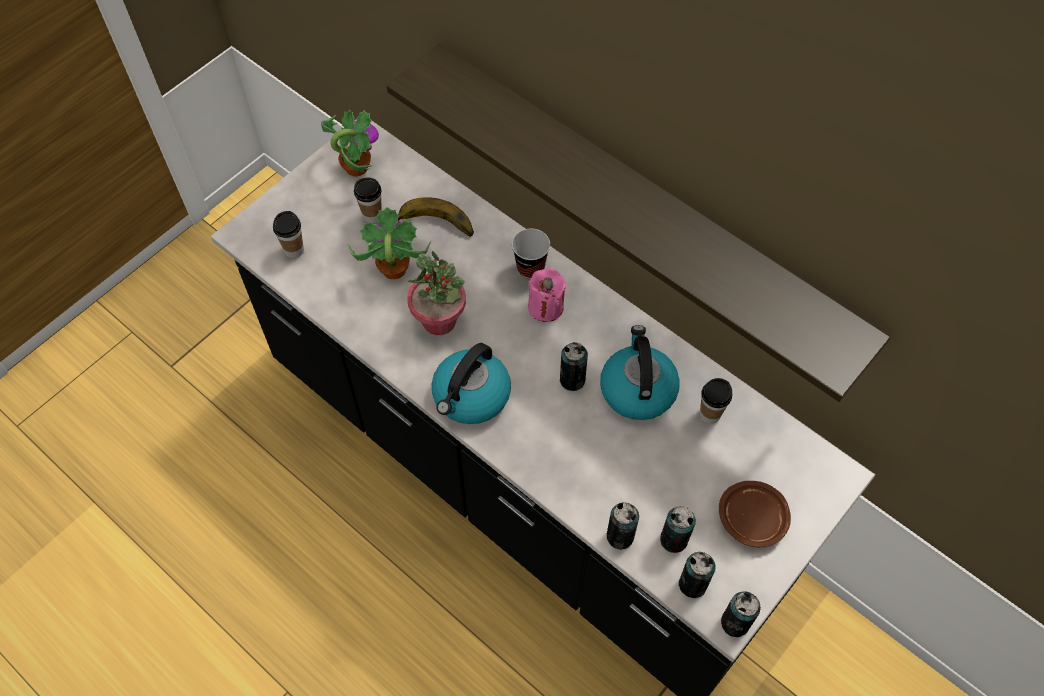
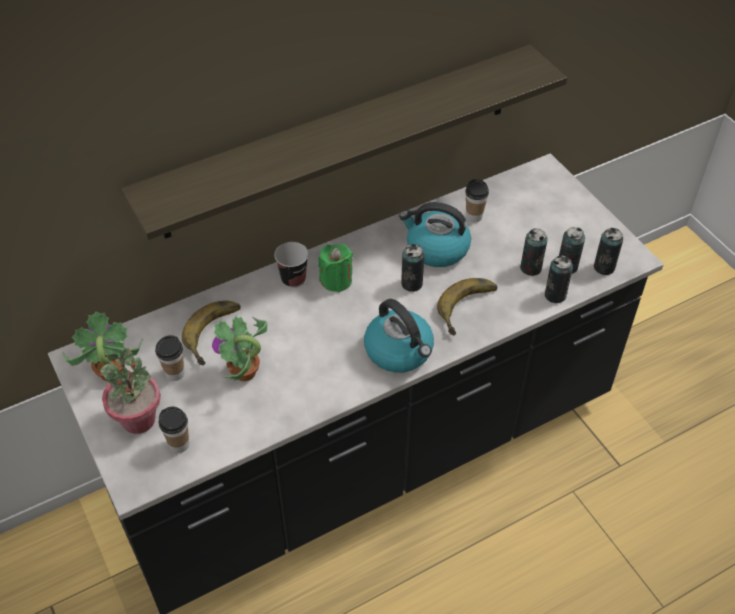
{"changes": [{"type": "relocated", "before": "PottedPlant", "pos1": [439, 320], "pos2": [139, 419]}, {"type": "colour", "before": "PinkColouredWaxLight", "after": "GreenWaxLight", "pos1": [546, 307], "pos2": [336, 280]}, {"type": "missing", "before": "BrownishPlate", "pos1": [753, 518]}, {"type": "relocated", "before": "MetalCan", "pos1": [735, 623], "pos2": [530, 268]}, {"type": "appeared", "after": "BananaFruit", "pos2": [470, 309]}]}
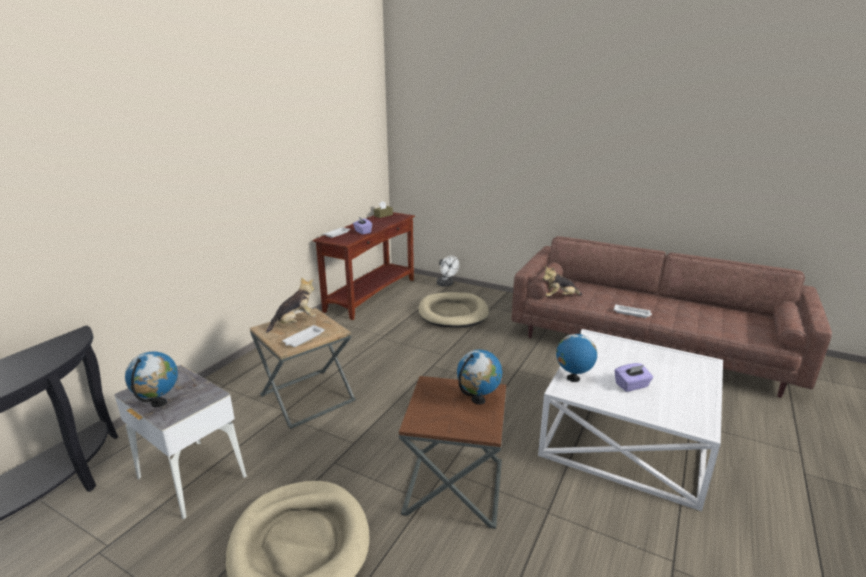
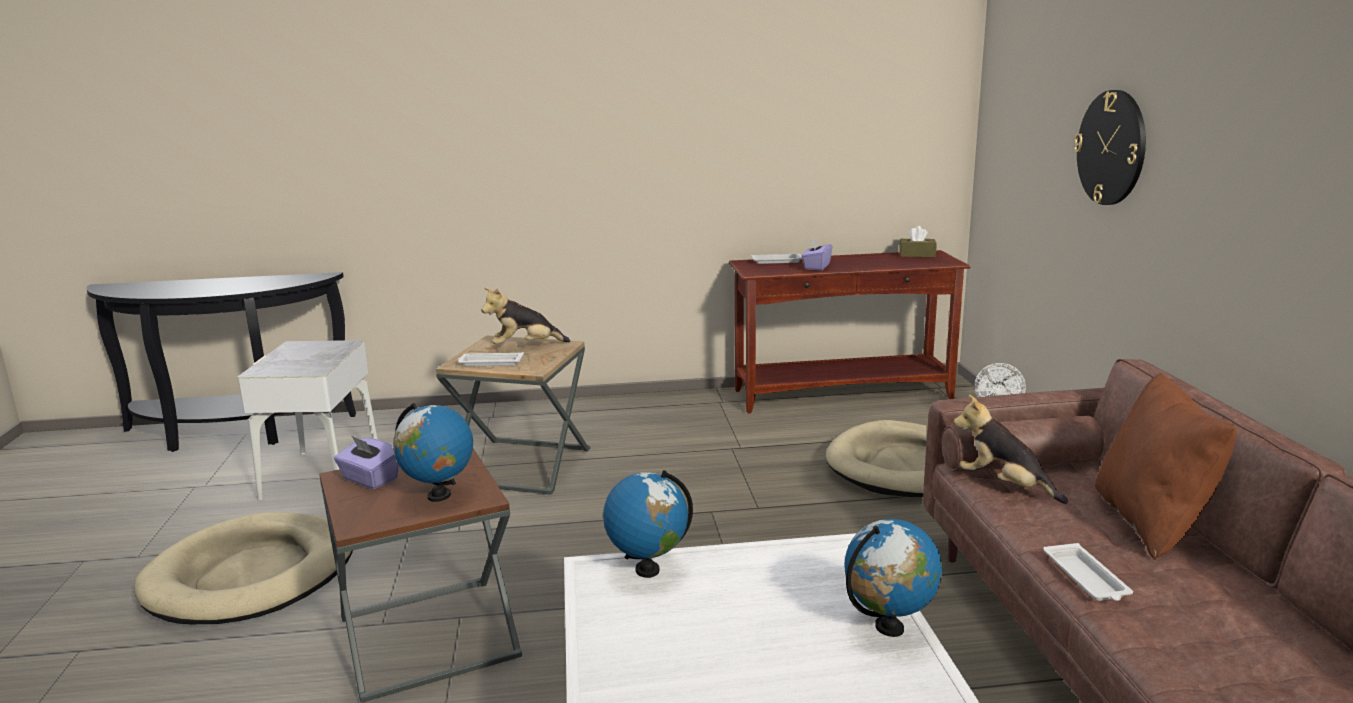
{"changes": [{"type": "spun", "before": "SoftToy", "pos1": [295, 323], "pos2": [525, 347], "turn": 150}, {"type": "relocated", "before": "DeskGlobe", "pos1": [159, 403], "pos2": [889, 628]}, {"type": "relocated", "before": "PurpleBoxOfTissues", "pos1": [631, 385], "pos2": [369, 479]}, {"type": "appeared", "after": "ClockOnTheWall", "pos2": [1111, 148]}, {"type": "appeared", "after": "BrownishCushion", "pos2": [1152, 523]}]}
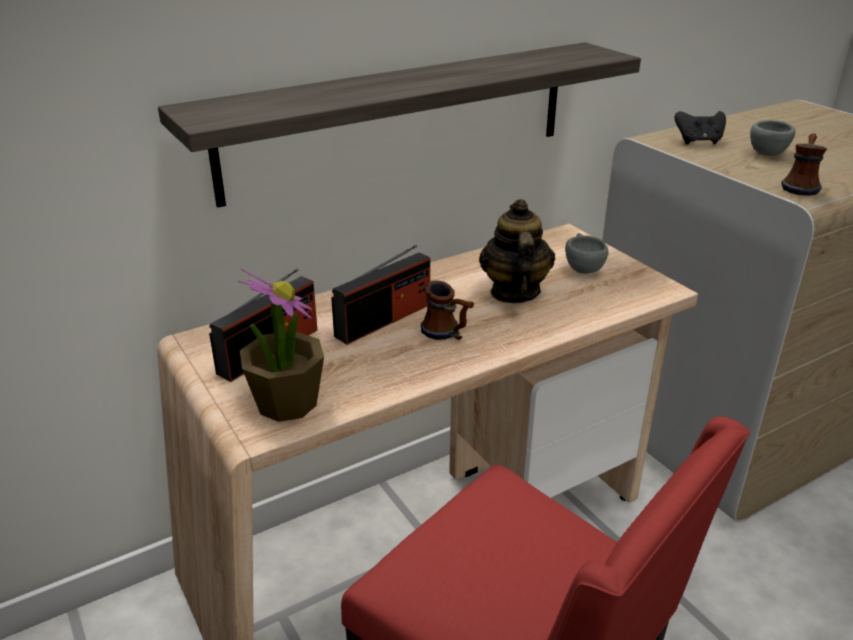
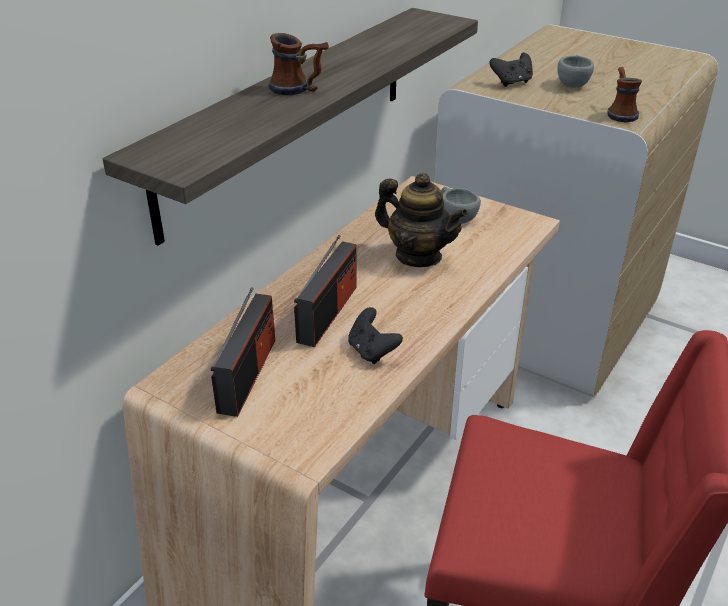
{"changes": [{"type": "spun", "before": "PotForTea", "pos1": [514, 292], "pos2": [418, 256], "turn": 150}, {"type": "missing", "before": "PottedPlant", "pos1": [286, 403]}, {"type": "relocated", "before": "Mug", "pos1": [447, 334], "pos2": [299, 89]}, {"type": "appeared", "after": "BlackColouredGamepad", "pos2": [372, 351]}]}
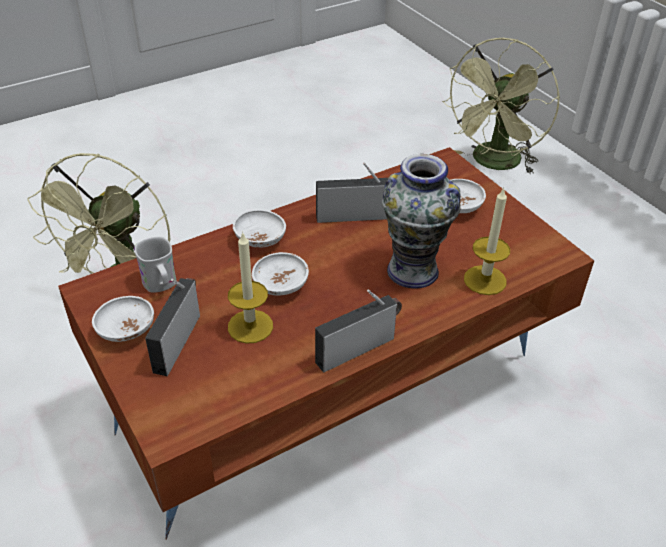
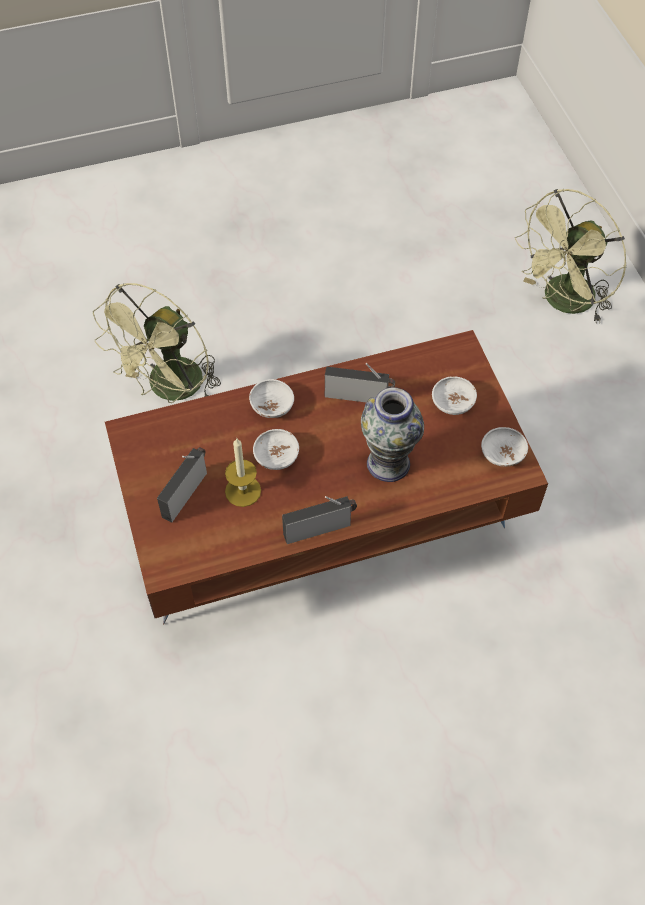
{"changes": [{"type": "missing", "before": "WaxLight", "pos1": [485, 280]}, {"type": "missing", "before": "WhiteColouredMug", "pos1": [161, 285]}, {"type": "relocated", "before": "WhiteColouredServingBowl", "pos1": [126, 331], "pos2": [502, 454]}]}
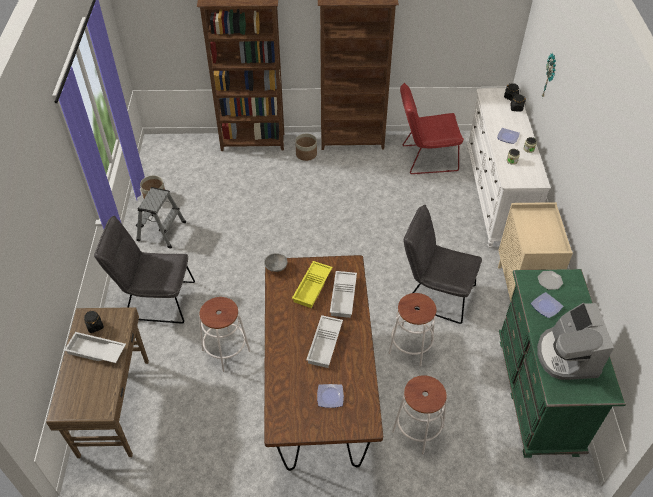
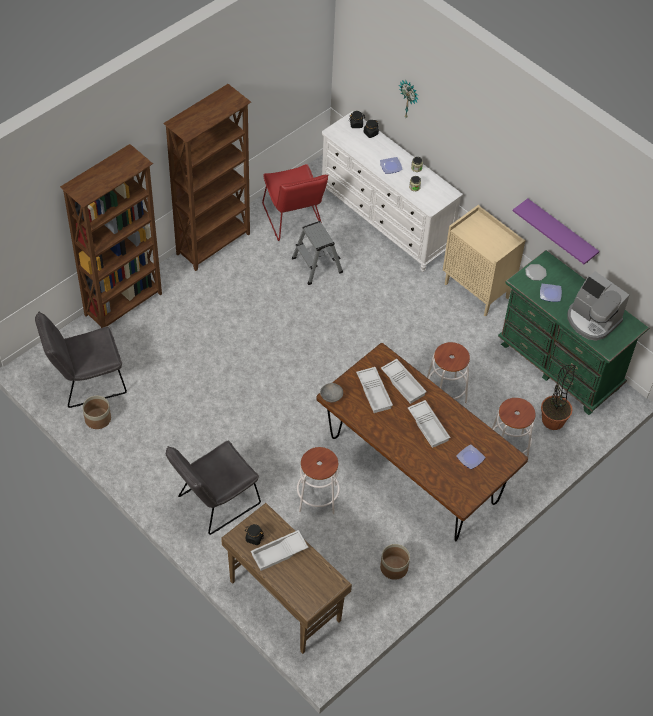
{"changes": [{"type": "spun", "before": "ReddishChair", "pos1": [425, 158], "pos2": [294, 221], "turn": -60}, {"type": "relocated", "before": "PlantPot", "pos1": [306, 154], "pos2": [394, 567]}, {"type": "relocated", "before": "GreyishStepStool", "pos1": [161, 231], "pos2": [317, 265]}, {"type": "relocated", "before": "GreyishChair", "pos1": [435, 294], "pos2": [85, 381]}, {"type": "colour", "before": "YellowishCarryingTray", "after": "WhiteColouredCarryingTray", "pos1": [313, 287], "pos2": [375, 392]}, {"type": "appeared", "after": "PurpleWallShelf", "pos2": [561, 232]}, {"type": "appeared", "after": "PottedPlant", "pos2": [553, 420]}]}
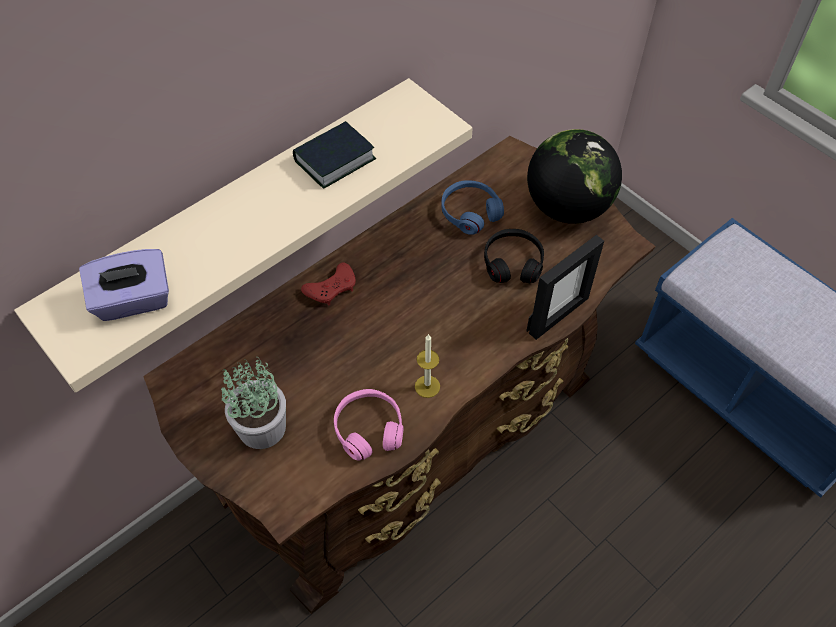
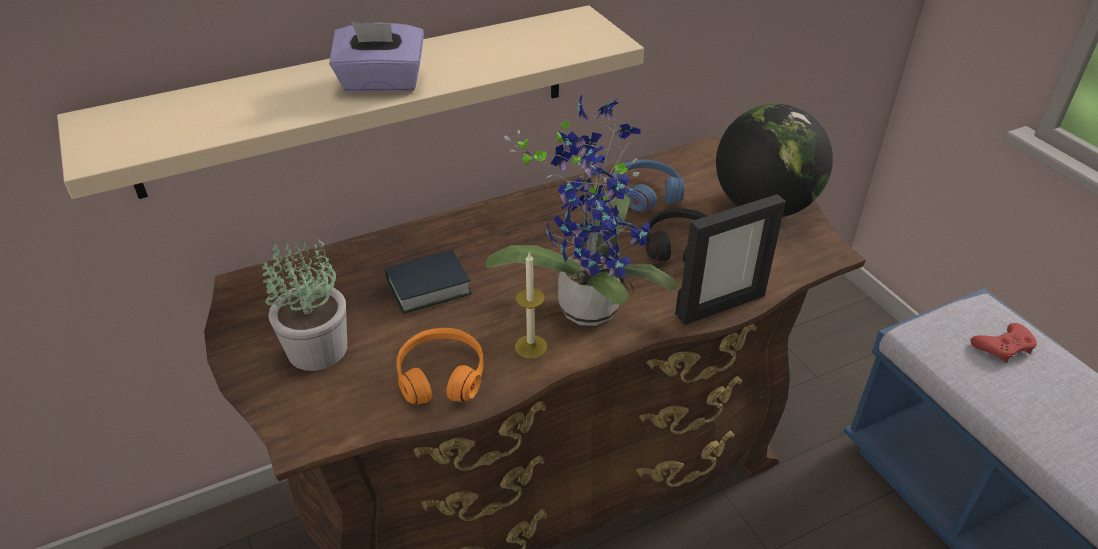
{"changes": [{"type": "relocated", "before": "BoundBook", "pos1": [334, 160], "pos2": [428, 287]}, {"type": "relocated", "before": "PurpleBoxOfTissues", "pos1": [134, 301], "pos2": [381, 83]}, {"type": "relocated", "before": "ReddishGamepad", "pos1": [332, 288], "pos2": [1004, 346]}, {"type": "colour", "before": "PinkColouredHeadphones", "after": "OrangeHeadphones", "pos1": [368, 428], "pos2": [441, 375]}, {"type": "appeared", "after": "PottedPlant", "pos2": [588, 302]}]}
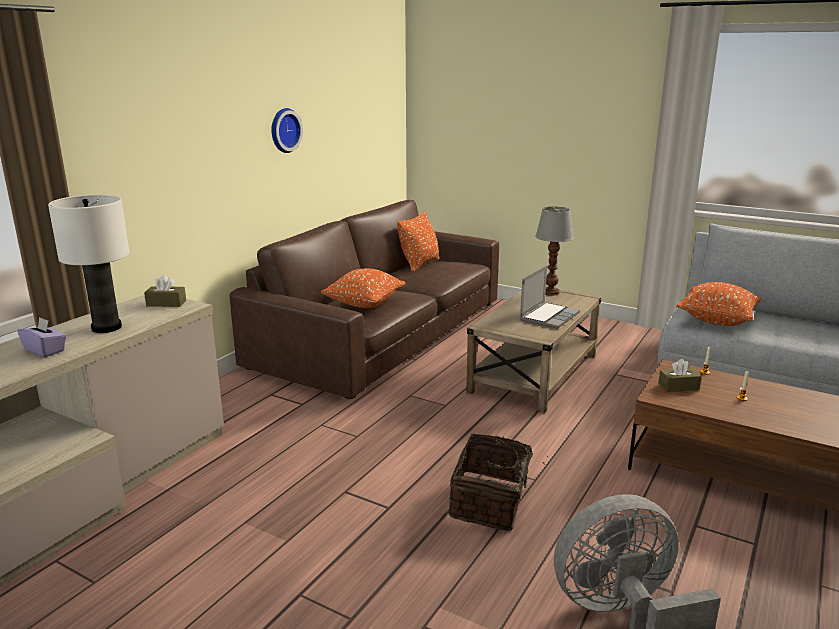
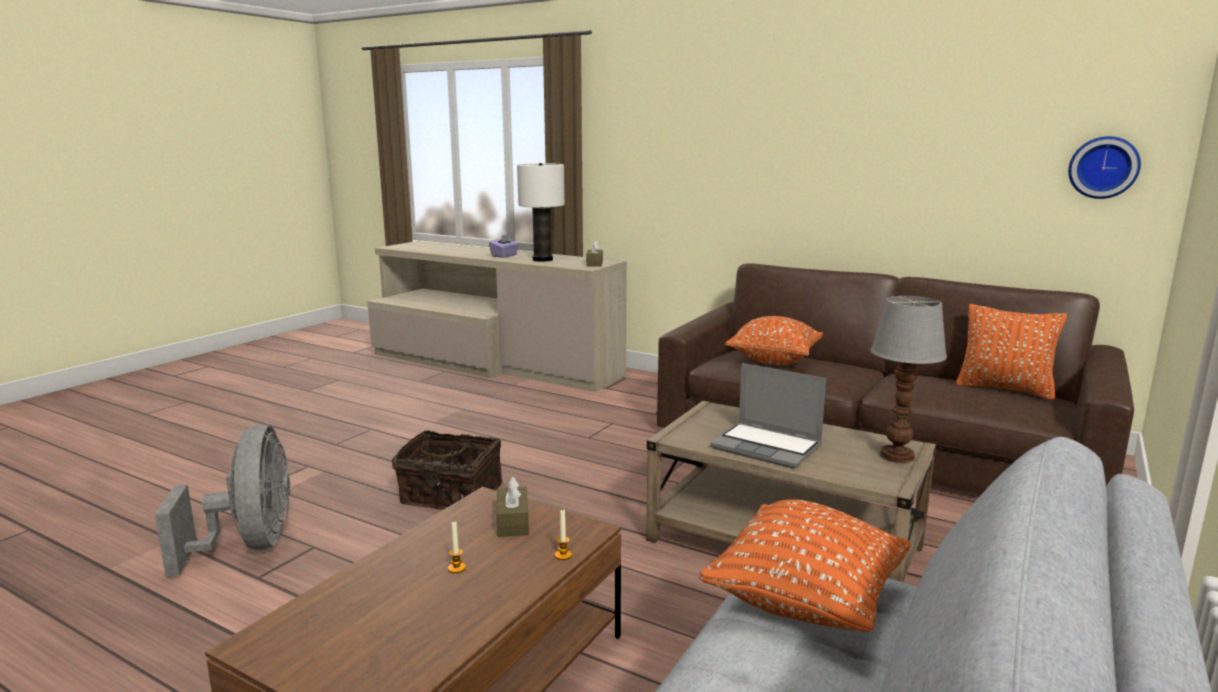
{"changes": [{"type": "relocated", "before": "ClockOnTheWall", "pos1": [283, 130], "pos2": [1103, 167]}]}
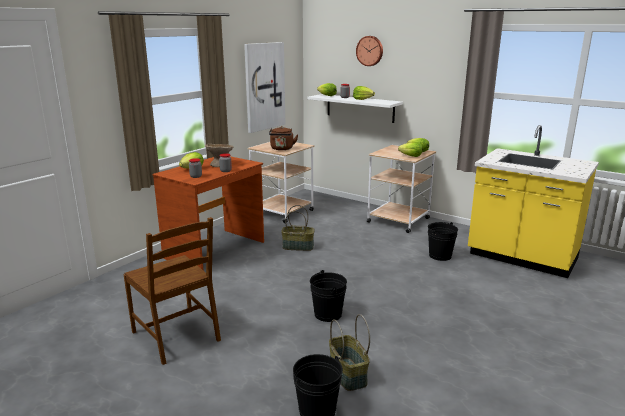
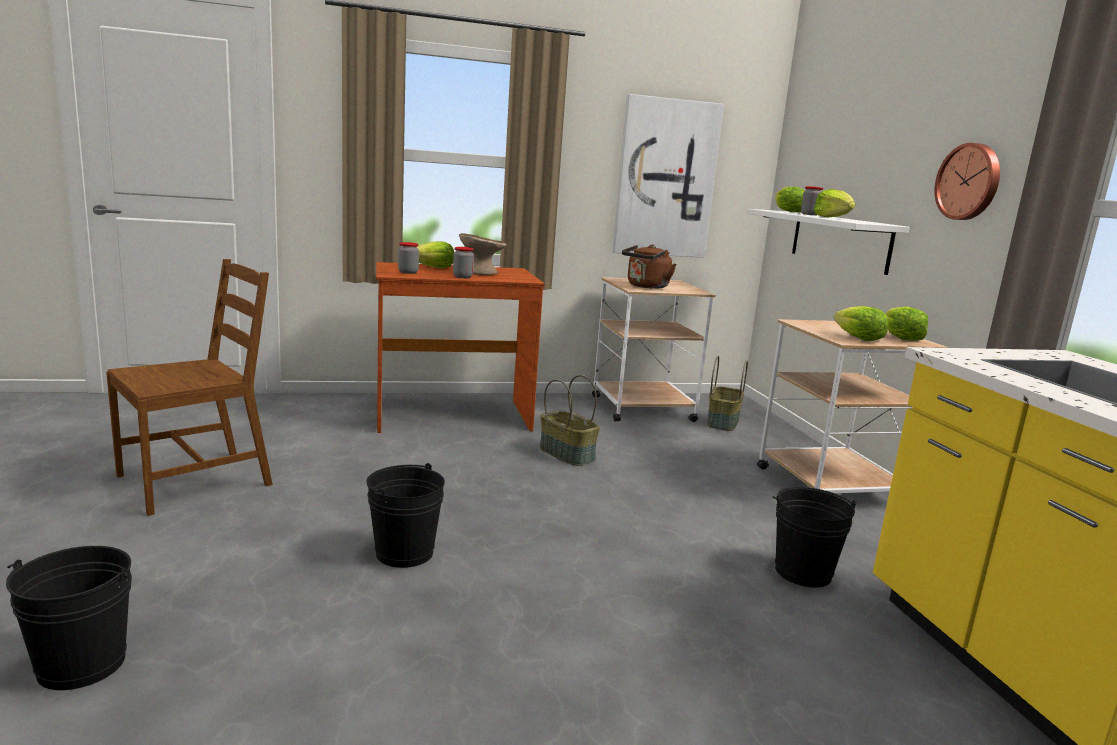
{"changes": [{"type": "relocated", "before": "ClockOnTheWall", "pos1": [370, 51], "pos2": [969, 182]}, {"type": "spun", "before": "BrownishChair", "pos1": [177, 336], "pos2": [196, 480], "turn": -135}, {"type": "relocated", "before": "Basket", "pos1": [347, 374], "pos2": [722, 422]}]}
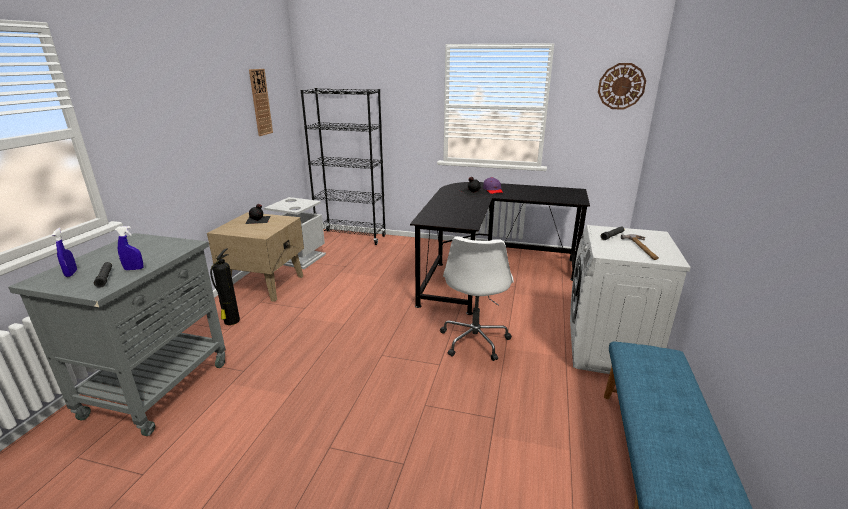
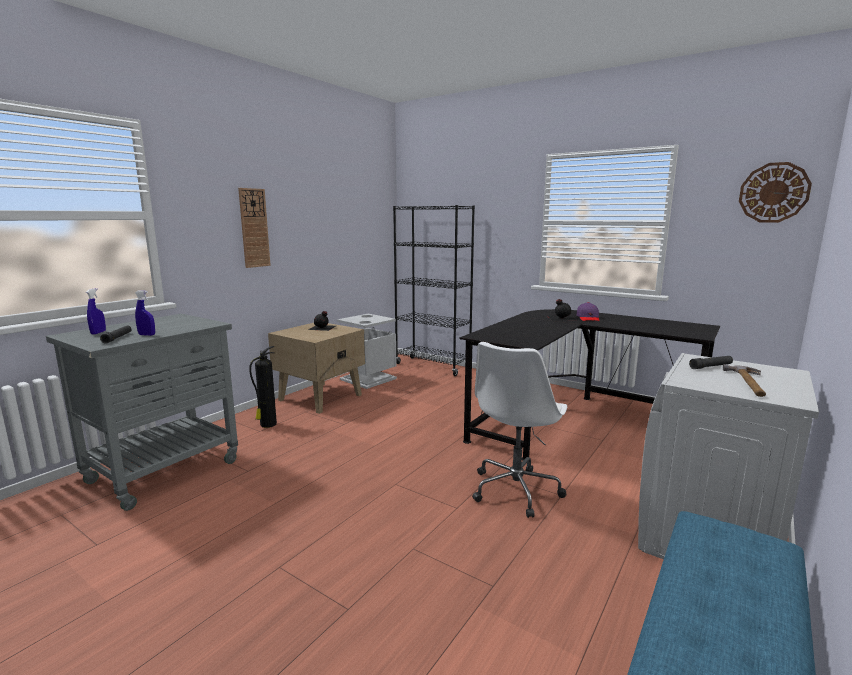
{"changes": [{"type": "relocated", "before": "ClockOnTheWall", "pos1": [260, 102], "pos2": [254, 228]}]}
